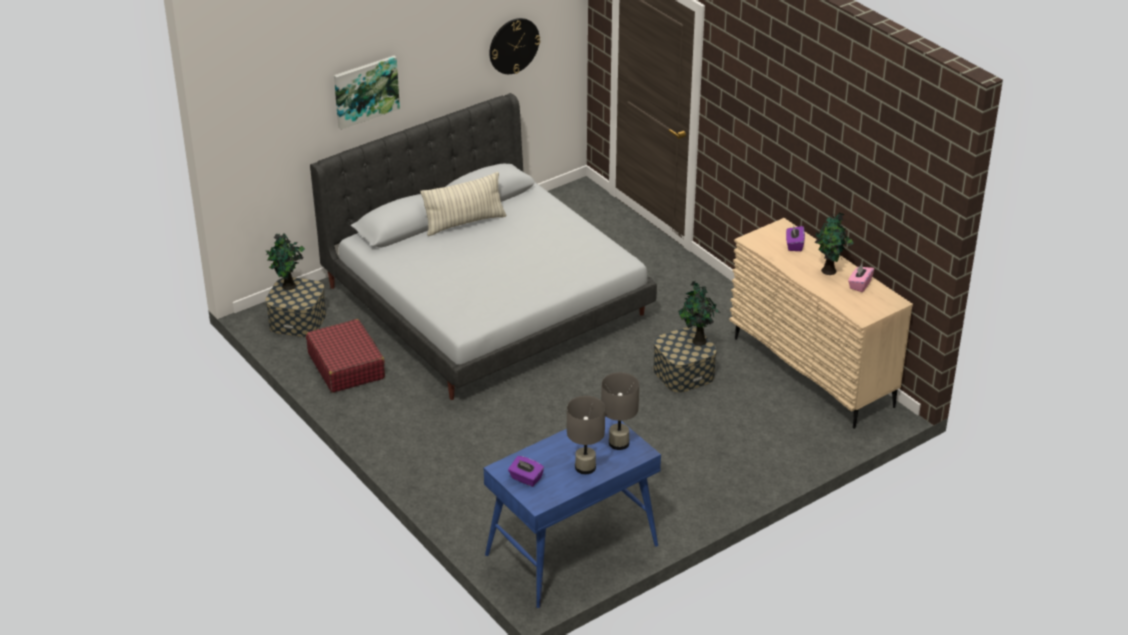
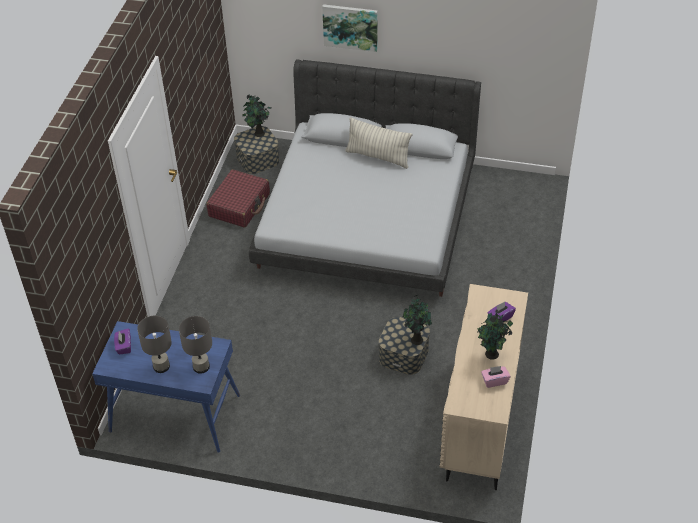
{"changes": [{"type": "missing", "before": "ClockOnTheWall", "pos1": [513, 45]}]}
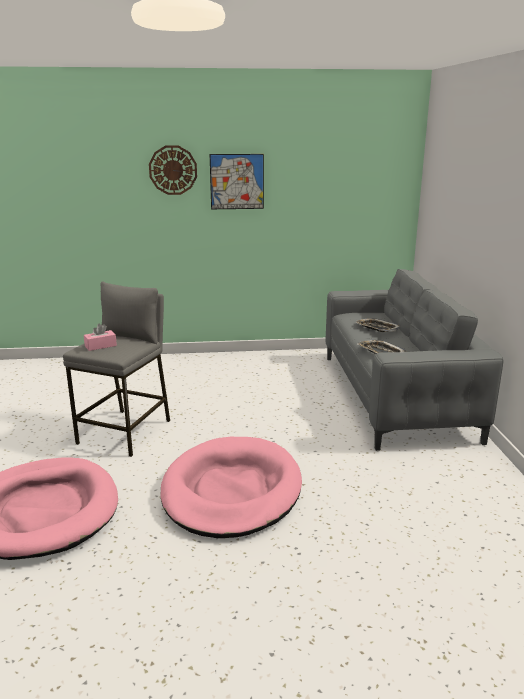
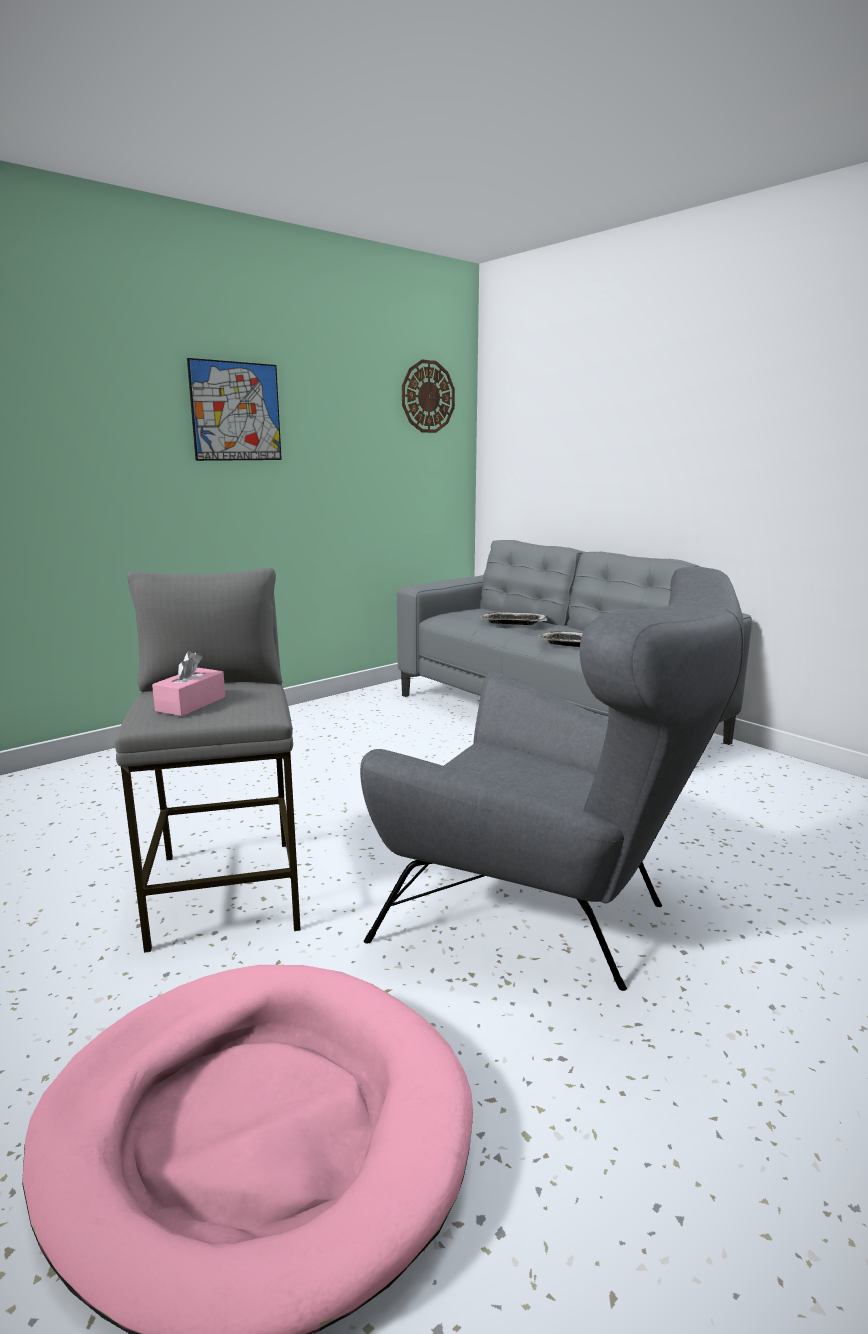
{"changes": [{"type": "relocated", "before": "ClockOnTheWall", "pos1": [173, 170], "pos2": [427, 396]}, {"type": "exchanged", "before": "PinkColouredPetBed", "after": "GreyishArmchair", "pos1": [231, 491], "pos2": [556, 916]}]}
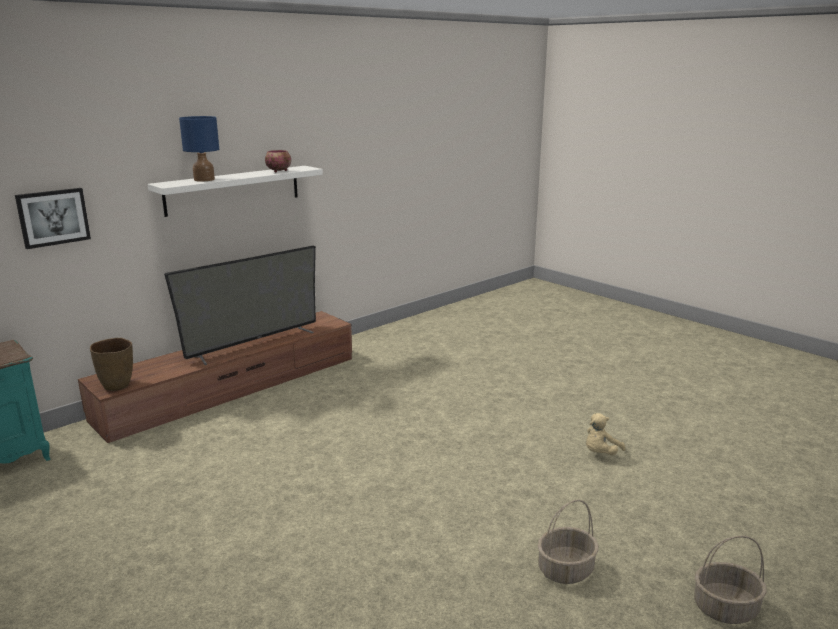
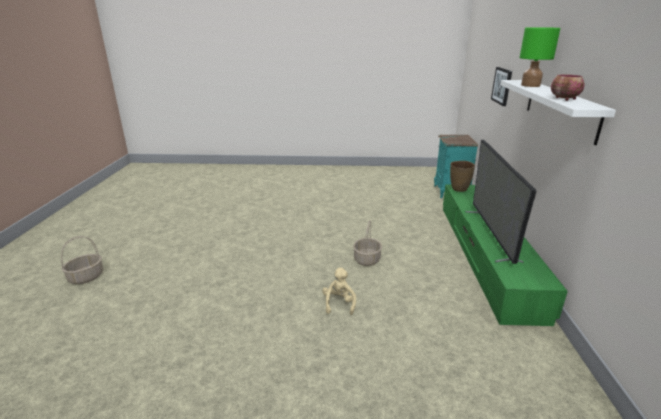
{"changes": [{"type": "colour", "before": "BlueLampForATable", "after": "GreenLampForATable", "pos1": [204, 180], "pos2": [530, 85]}, {"type": "colour", "before": "BrownishTvUnit", "after": "GreenTvUnit", "pos1": [230, 386], "pos2": [486, 254]}, {"type": "relocated", "before": "SandColouredSoftToy", "pos1": [600, 453], "pos2": [339, 303]}, {"type": "relocated", "before": "Basket", "pos1": [565, 570], "pos2": [366, 259]}]}
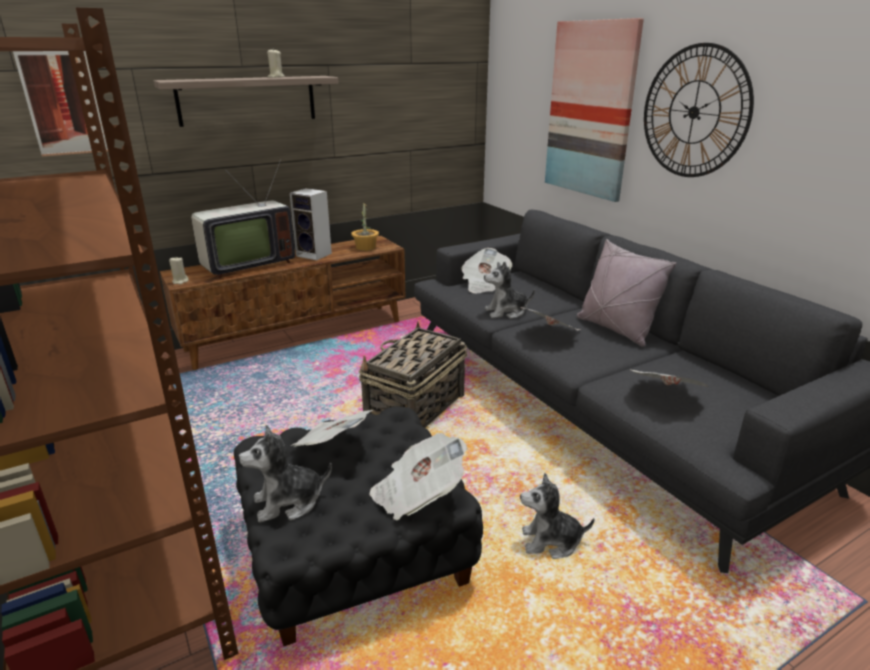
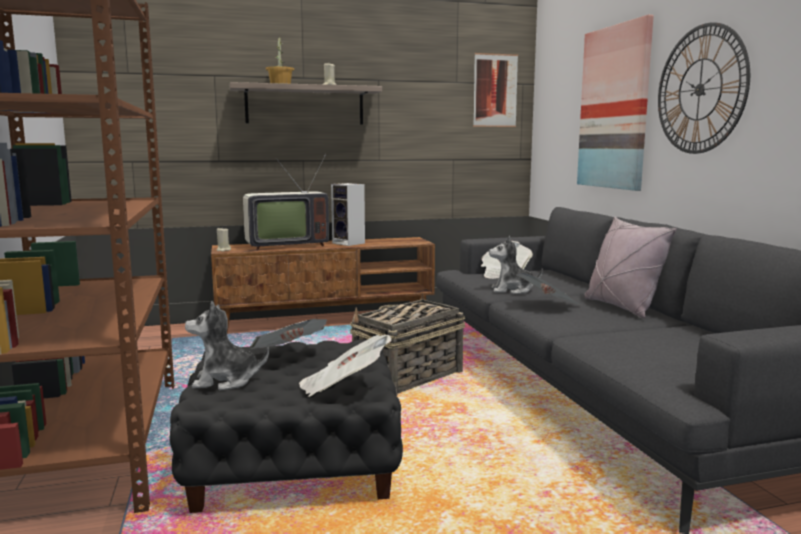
{"changes": [{"type": "relocated", "before": "Picture", "pos1": [65, 101], "pos2": [495, 90]}, {"type": "relocated", "before": "PottedPlant", "pos1": [365, 247], "pos2": [280, 84]}, {"type": "missing", "before": "PrintedPaper", "pos1": [665, 395]}, {"type": "missing", "before": "SoftToy", "pos1": [551, 541]}]}
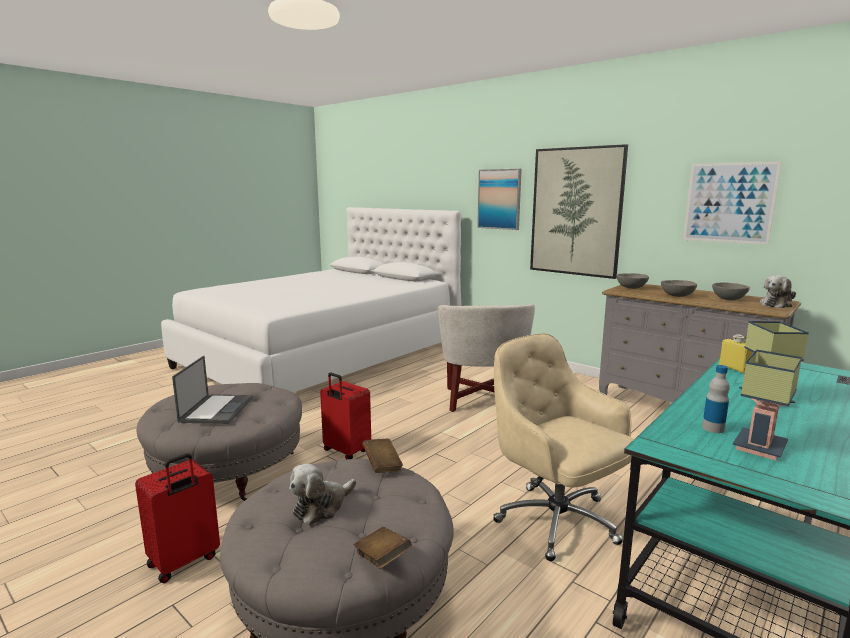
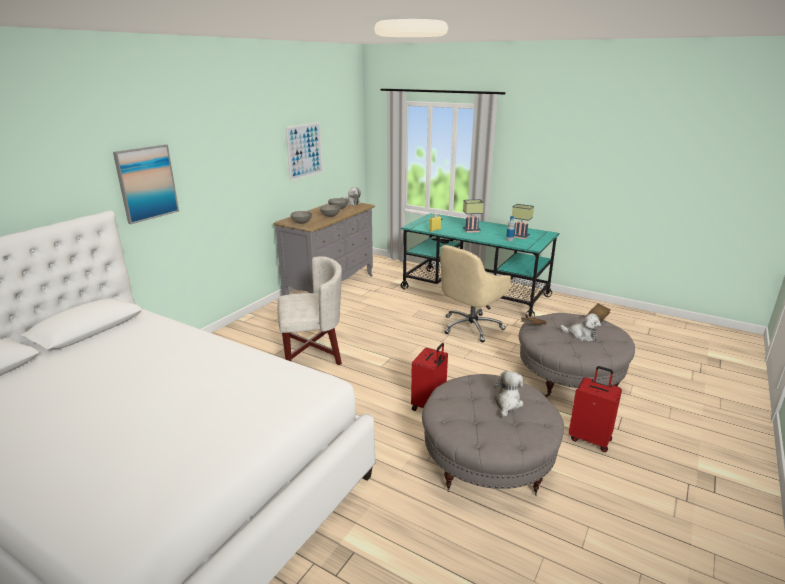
{"changes": [{"type": "missing", "before": "Picture", "pos1": [576, 212]}, {"type": "exchanged", "before": "Laptop", "after": "SoftToy", "pos1": [217, 409], "pos2": [507, 403]}]}
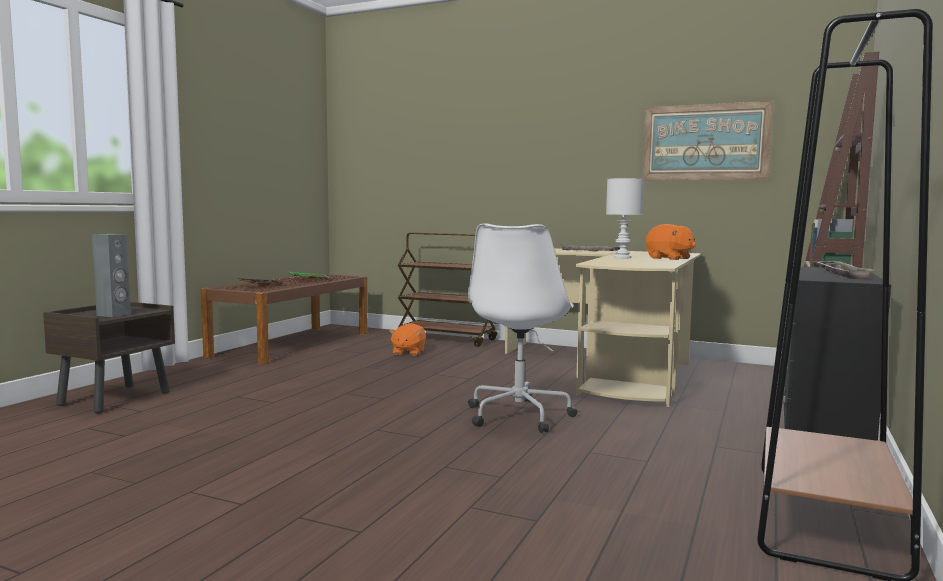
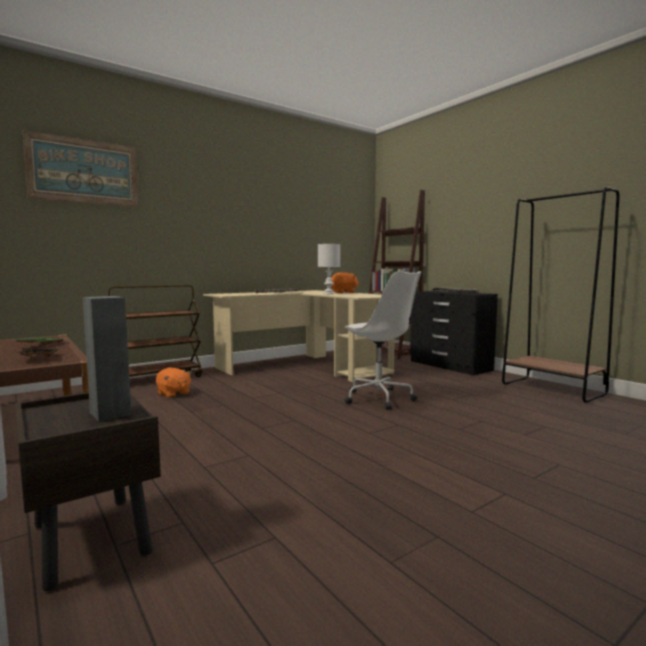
{"changes": [{"type": "relocated", "before": "Picture", "pos1": [705, 142], "pos2": [84, 171]}]}
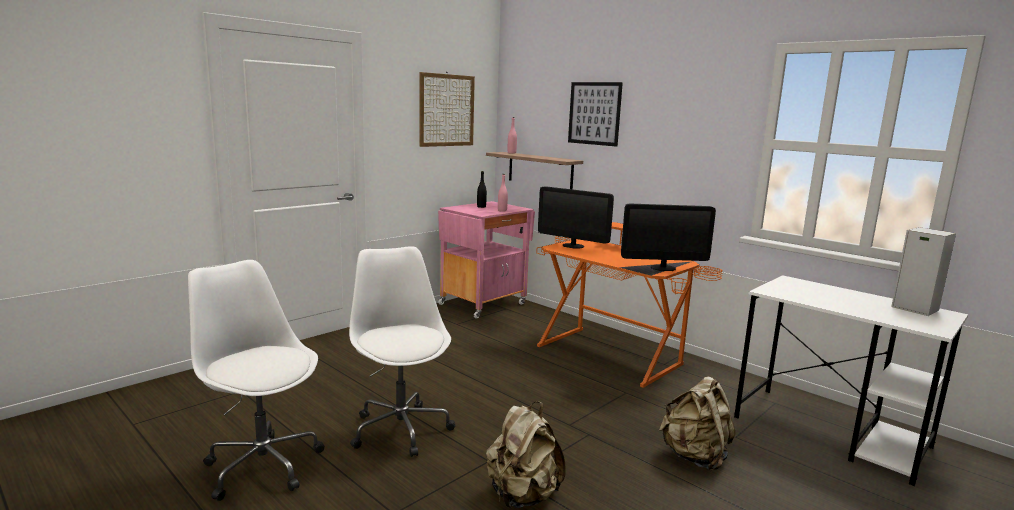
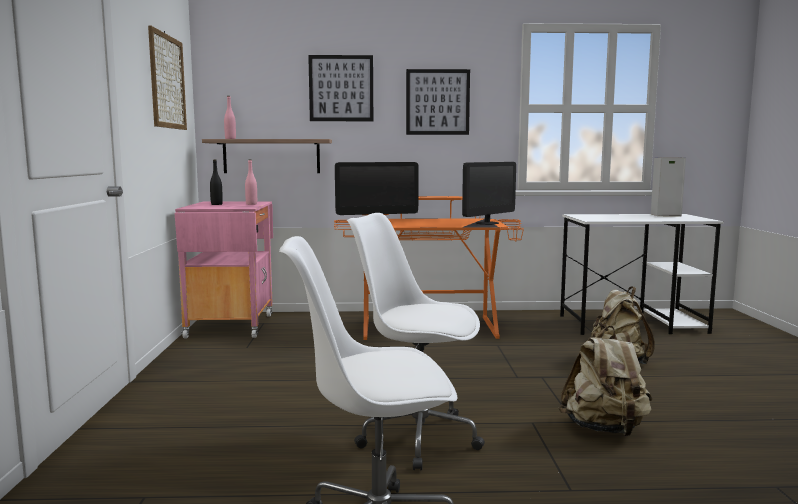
{"changes": [{"type": "appeared", "after": "Picture", "pos2": [437, 102]}]}
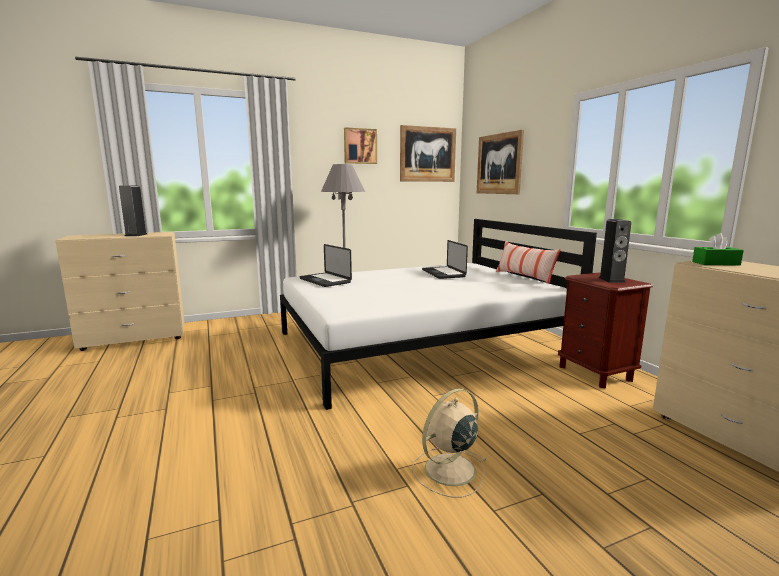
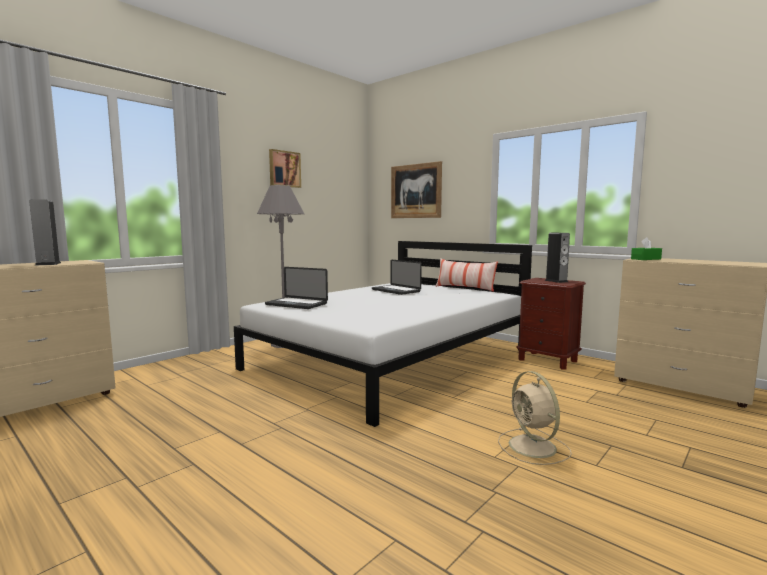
{"changes": [{"type": "missing", "before": "Picture", "pos1": [427, 154]}, {"type": "spun", "before": "SandColouredCoolingFan", "pos1": [448, 470], "pos2": [533, 447], "turn": -45}]}
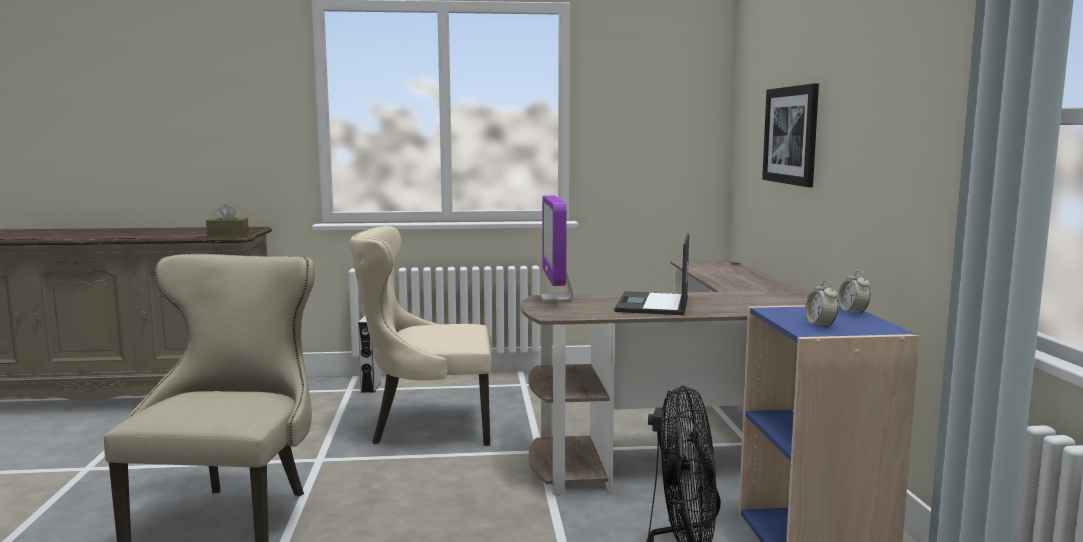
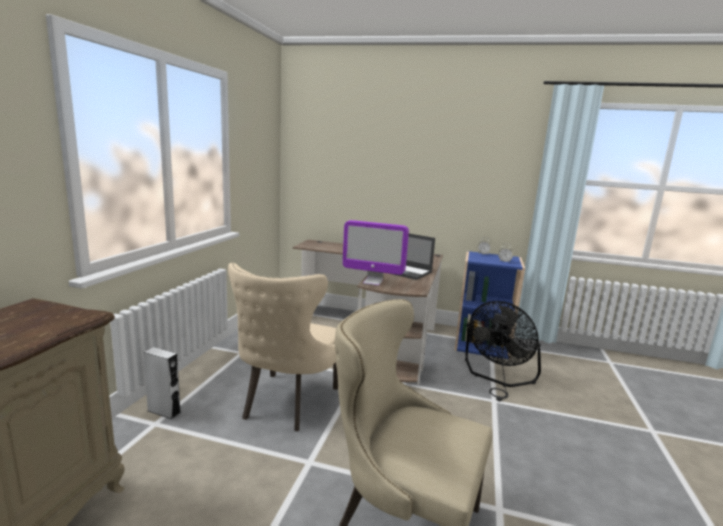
{"changes": [{"type": "missing", "before": "Picture", "pos1": [791, 135]}, {"type": "missing", "before": "BrownishBoxOfTissues", "pos1": [228, 234]}]}
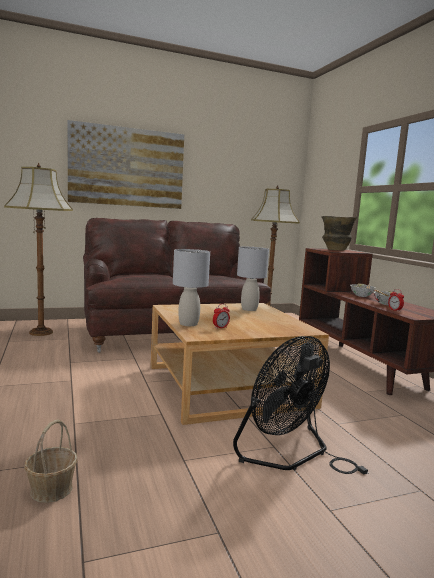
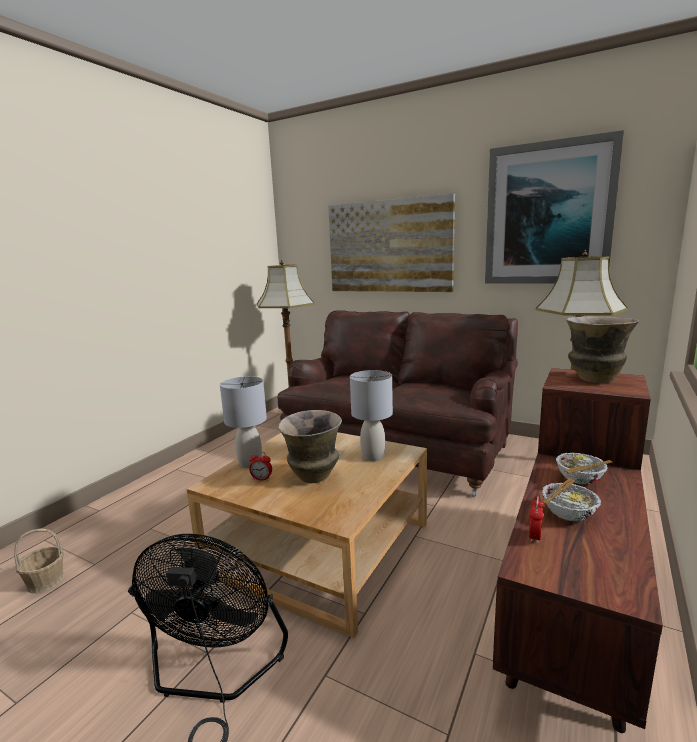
{"changes": [{"type": "appeared", "after": "Picture", "pos2": [548, 215]}, {"type": "appeared", "after": "FlowerVase", "pos2": [314, 477]}]}
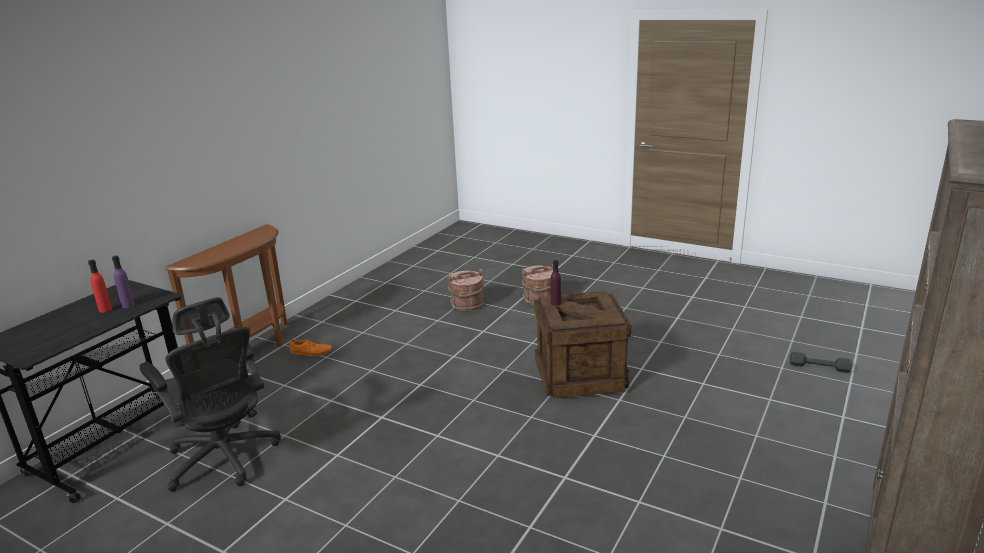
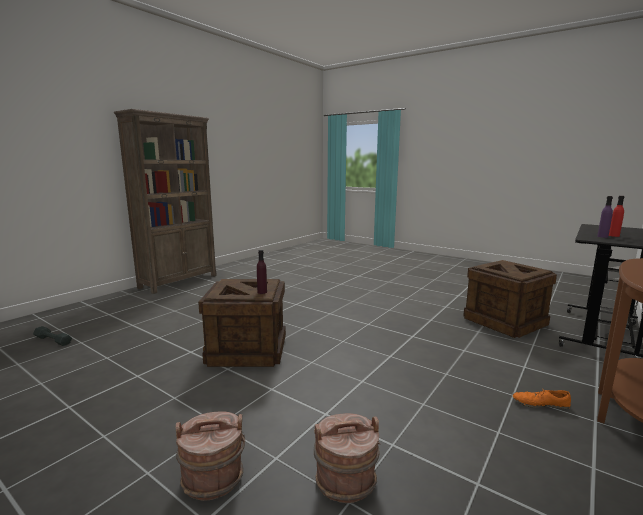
{"changes": [{"type": "exchanged", "before": "OfficeChair", "after": "Crate", "pos1": [224, 461], "pos2": [504, 322]}]}
